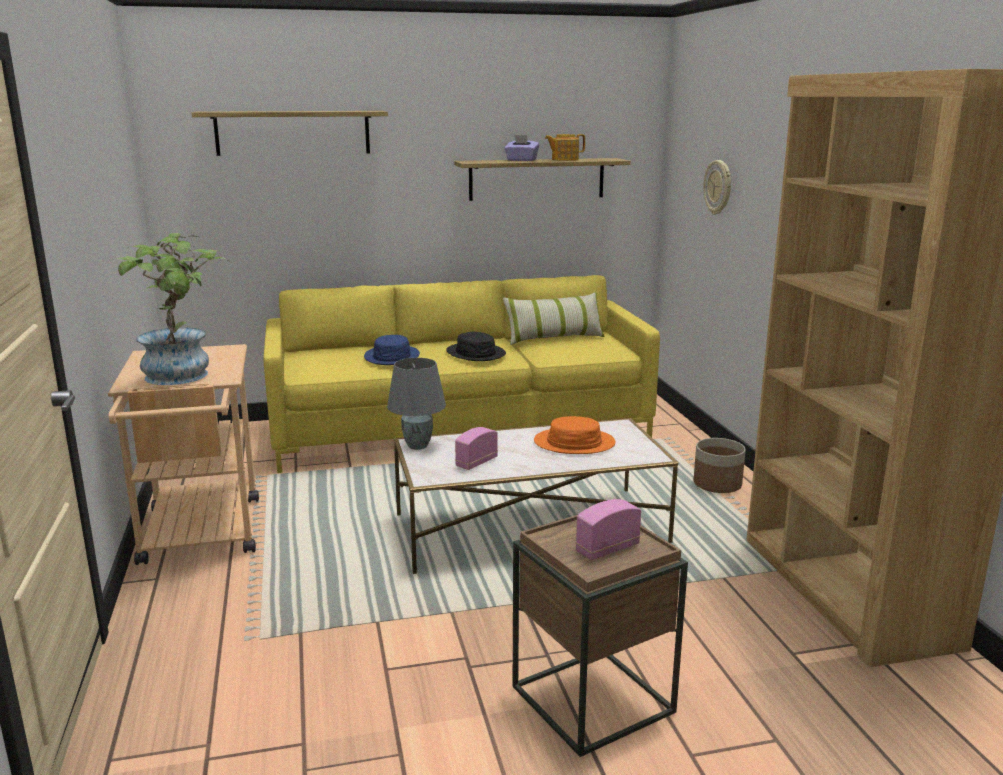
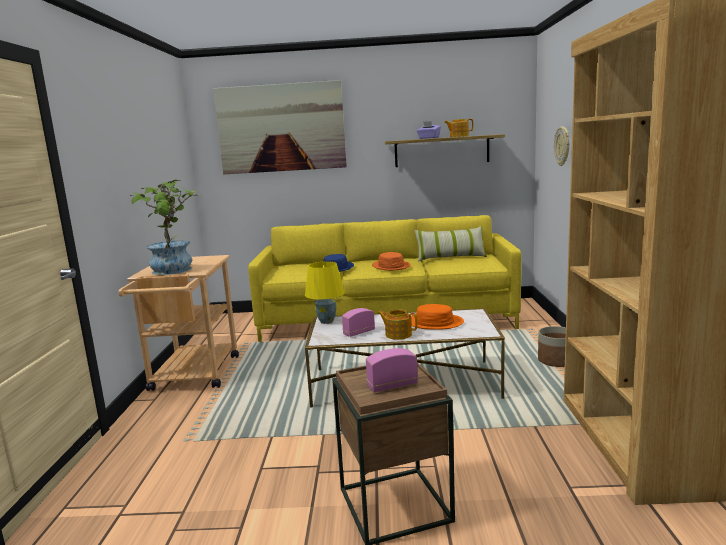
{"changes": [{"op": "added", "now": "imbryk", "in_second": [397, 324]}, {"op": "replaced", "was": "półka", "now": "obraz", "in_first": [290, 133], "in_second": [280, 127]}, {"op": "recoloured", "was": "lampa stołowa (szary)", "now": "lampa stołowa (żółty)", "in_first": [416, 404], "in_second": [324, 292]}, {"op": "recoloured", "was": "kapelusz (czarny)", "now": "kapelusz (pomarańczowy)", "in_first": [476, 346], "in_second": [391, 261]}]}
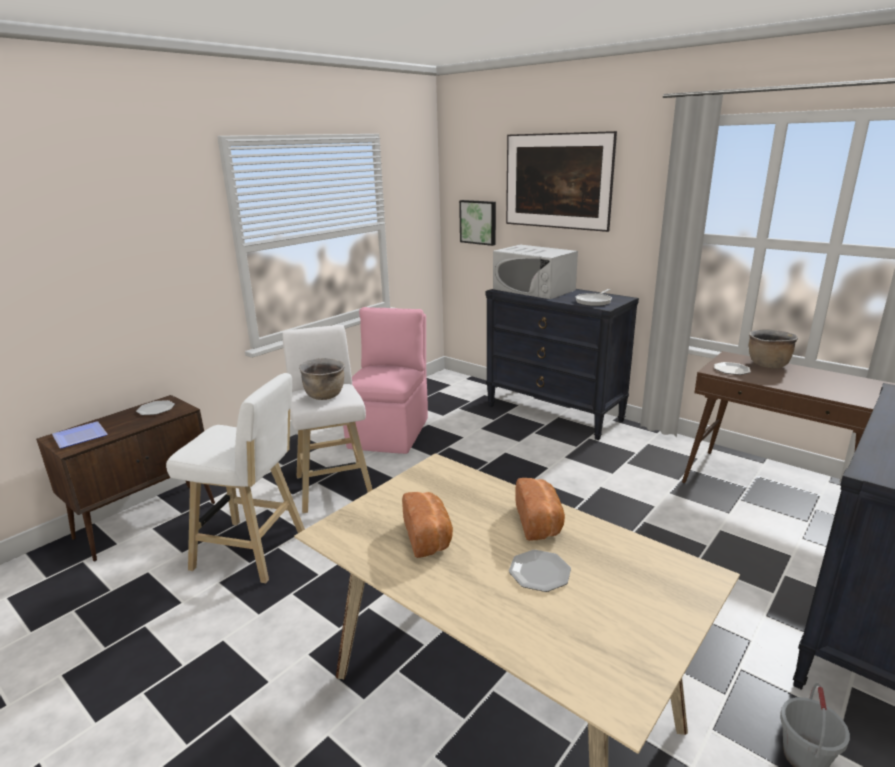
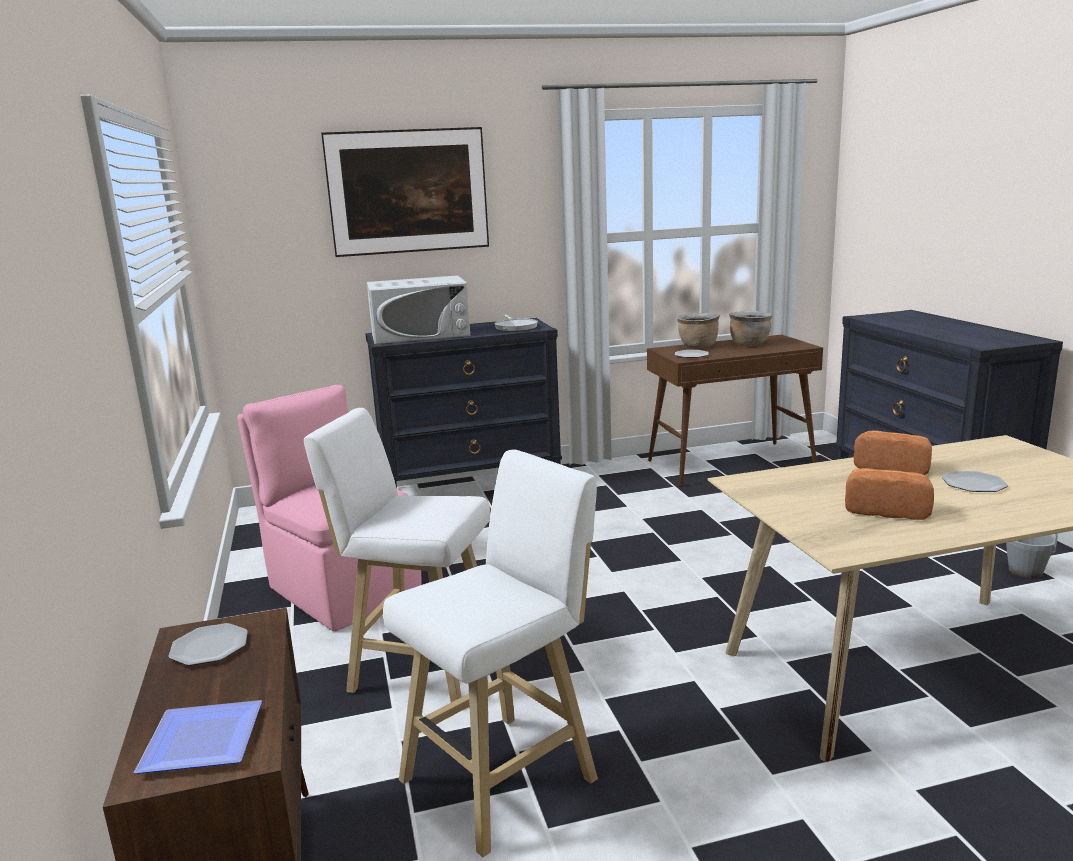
{"changes": [{"op": "removed", "was": "obraz", "in_first": [477, 223]}, {"op": "moved", "was": "garnek (brązowy)", "in_first": [322, 379], "in_second": [750, 328]}]}
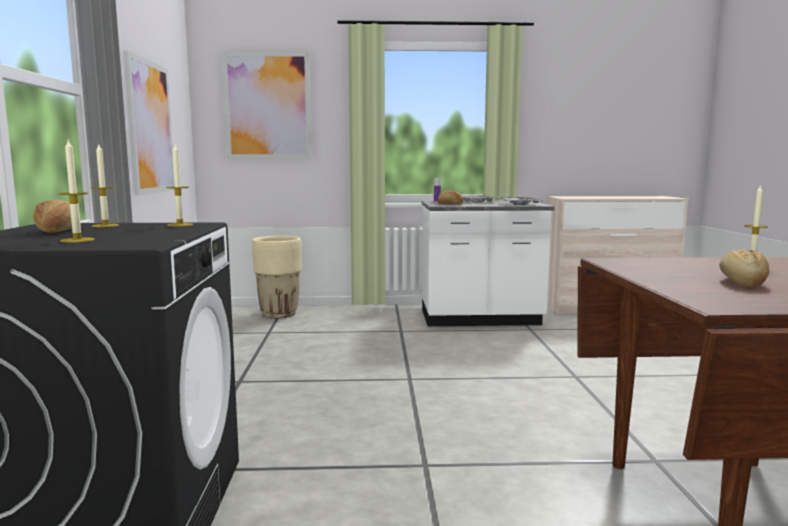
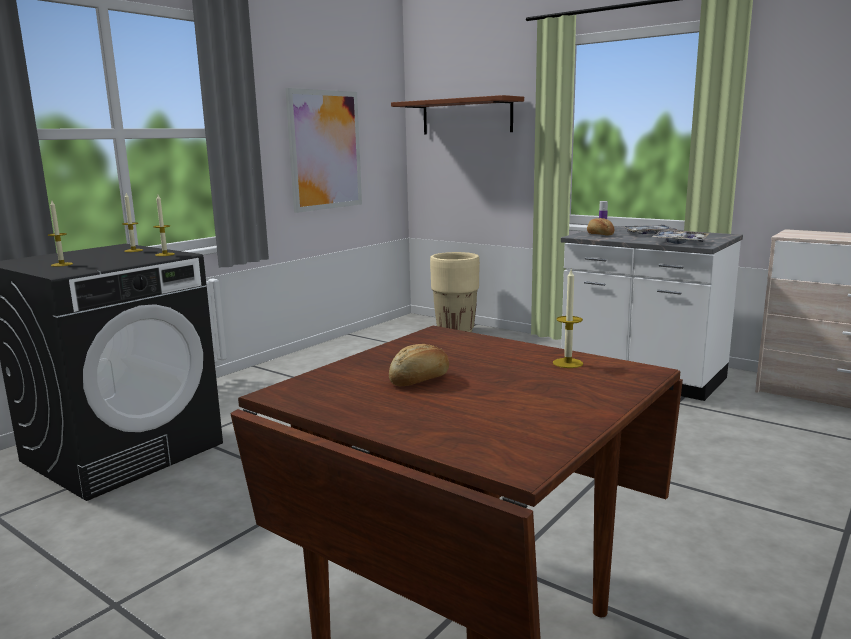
{"changes": [{"op": "removed", "was": "chleb", "in_first": [52, 216]}, {"op": "replaced", "was": "obraz", "now": "półka (brązowy)", "in_first": [267, 105], "in_second": [457, 115]}]}
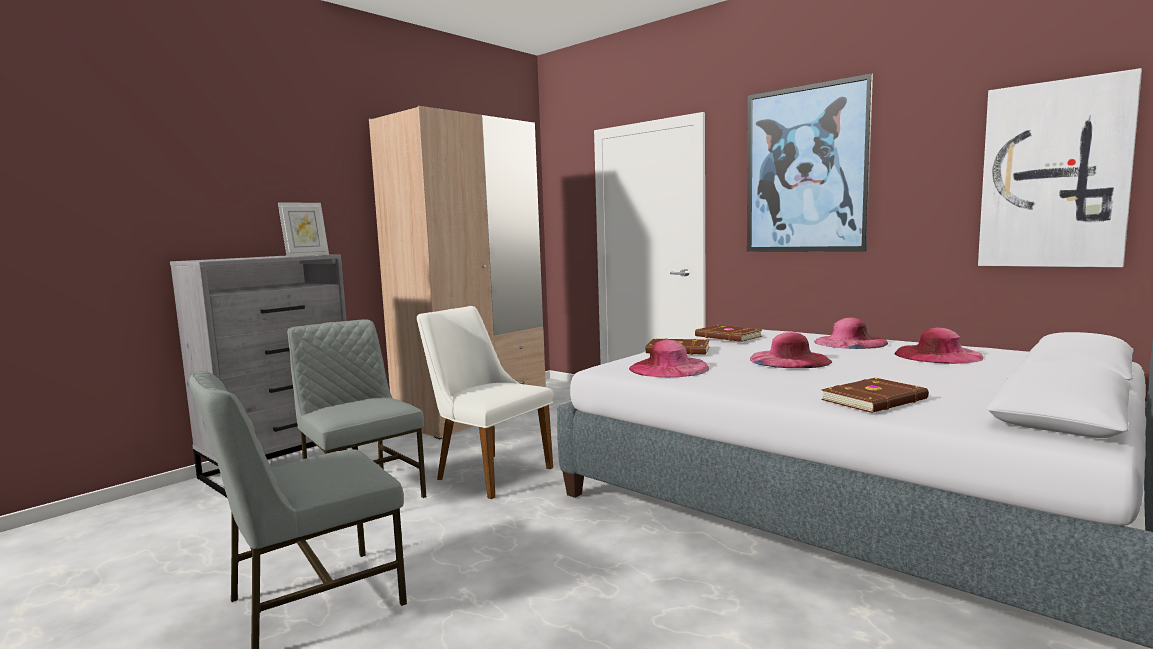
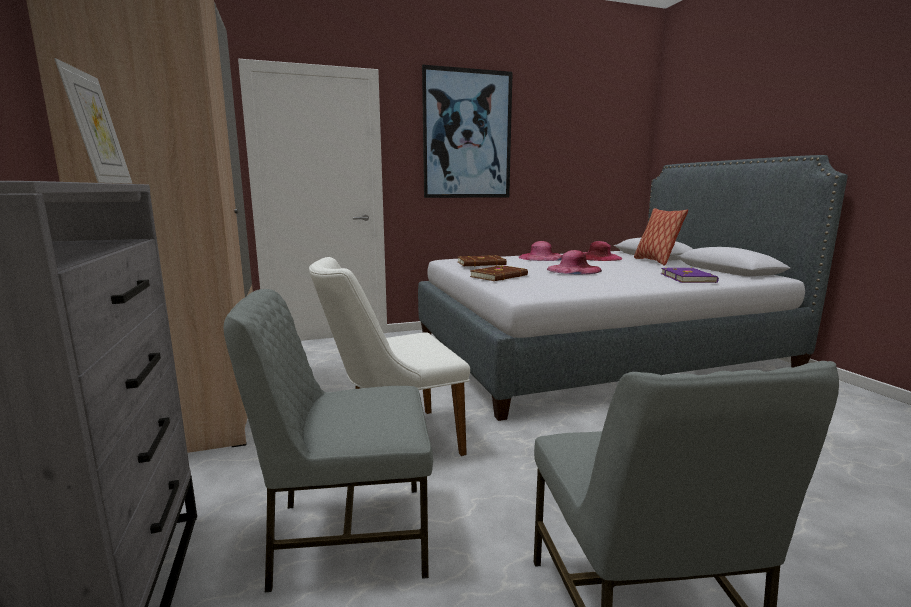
{"changes": [{"op": "removed", "was": "kapelusz (różowy)", "in_first": [669, 359]}, {"op": "removed", "was": "obraz", "in_first": [1060, 167]}, {"op": "added", "now": "poduszka", "in_second": [661, 237]}, {"op": "recoloured", "was": "książka (brązowy)", "now": "książka (fioletowy)", "in_first": [875, 395], "in_second": [690, 275]}]}
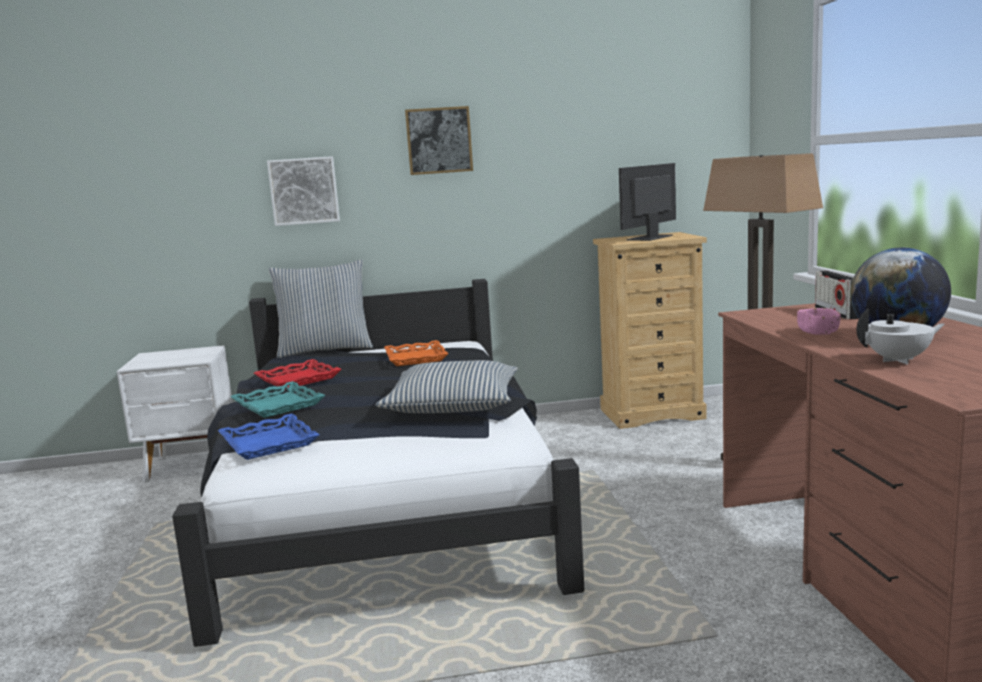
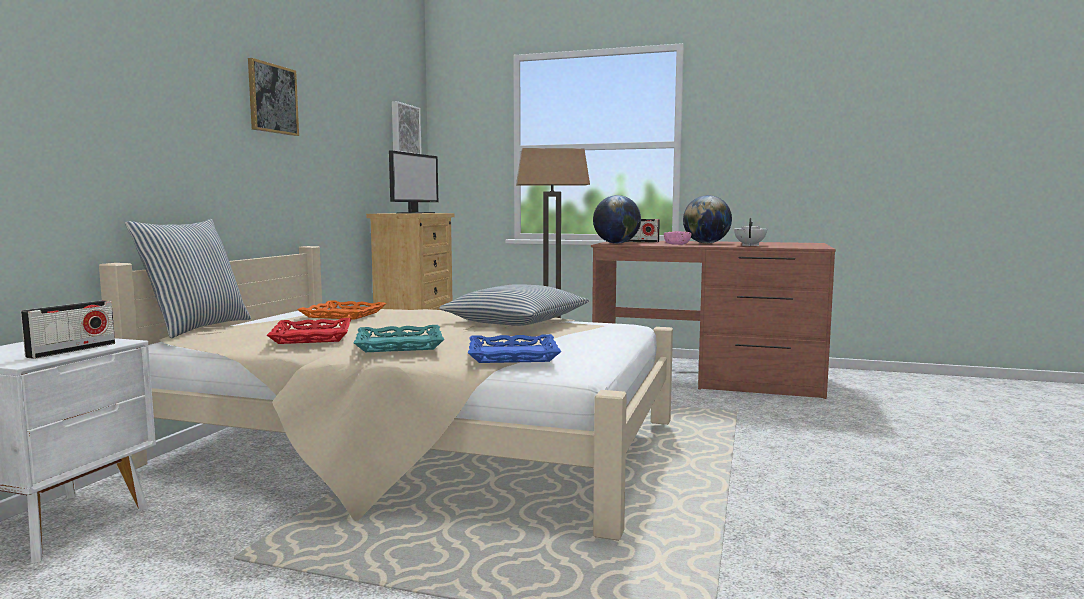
{"changes": [{"op": "added", "now": "radio", "in_second": [68, 329]}, {"op": "added", "now": "globus", "in_second": [617, 219]}, {"op": "moved", "was": "obraz", "in_first": [303, 191], "in_second": [406, 127]}, {"op": "recoloured", "was": "łóżko (czarny)", "now": "łóżko (beżowy)", "in_first": [378, 463], "in_second": [386, 393]}, {"op": "turned", "was": "monitor", "in_first": [647, 202], "in_second": [413, 181], "clockwise": -135}]}
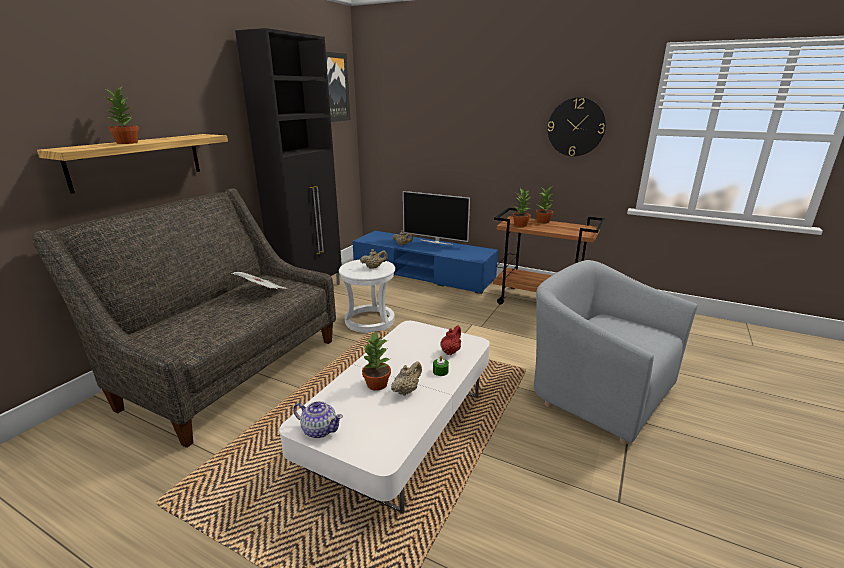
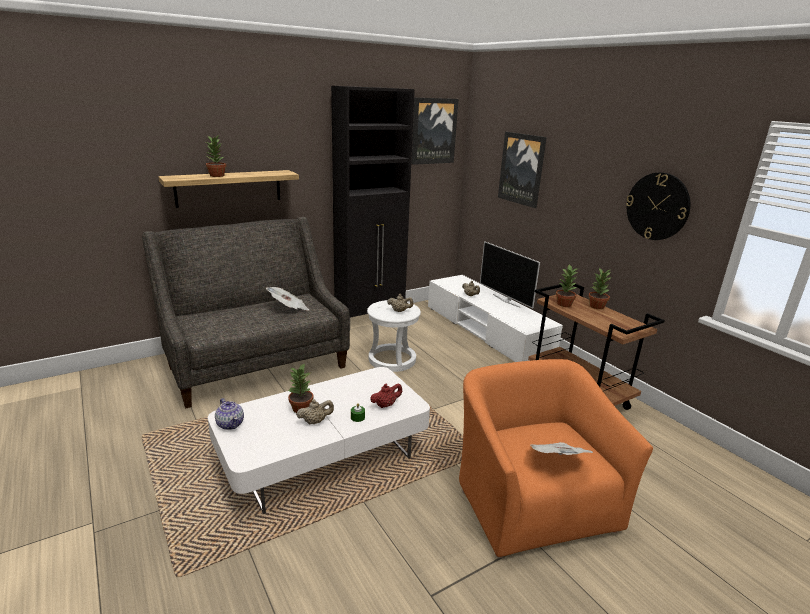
{"changes": [{"op": "added", "now": "obraz", "in_second": [522, 170]}, {"op": "added", "now": "gazeta", "in_second": [561, 448]}, {"op": "recoloured", "was": "szafka pod telewizor (niebieski)", "now": "szafka pod telewizor (biały)", "in_first": [425, 262], "in_second": [495, 318]}, {"op": "recoloured", "was": "fotel (szary)", "now": "fotel (pomarańczowy)", "in_first": [616, 352], "in_second": [556, 458]}]}
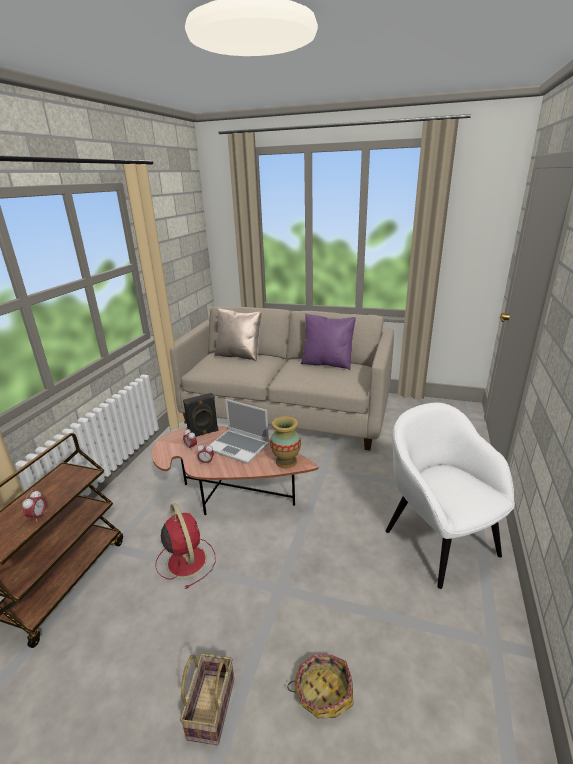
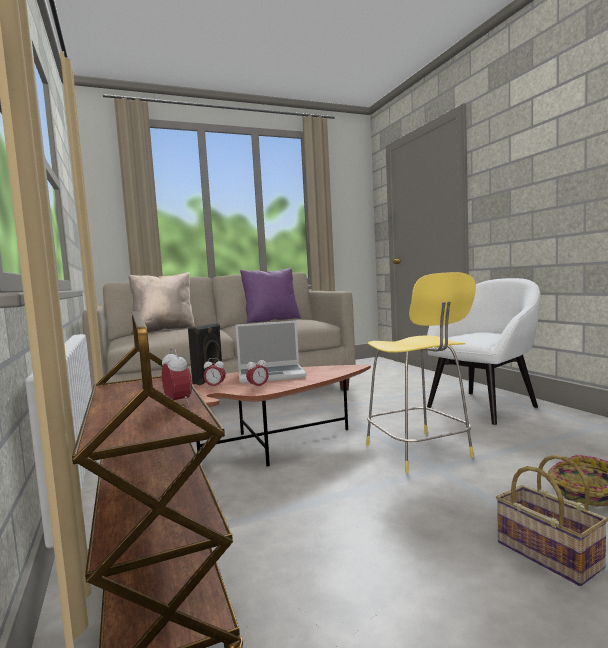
{"changes": [{"op": "removed", "was": "wentylator (czerwony)", "in_first": [185, 546]}, {"op": "removed", "was": "wazon", "in_first": [285, 442]}, {"op": "added", "now": "stołek (żółty)", "in_second": [421, 372]}, {"op": "turned", "was": "fotel (biały)", "in_first": [450, 496], "in_second": [484, 351], "clockwise": 120}]}
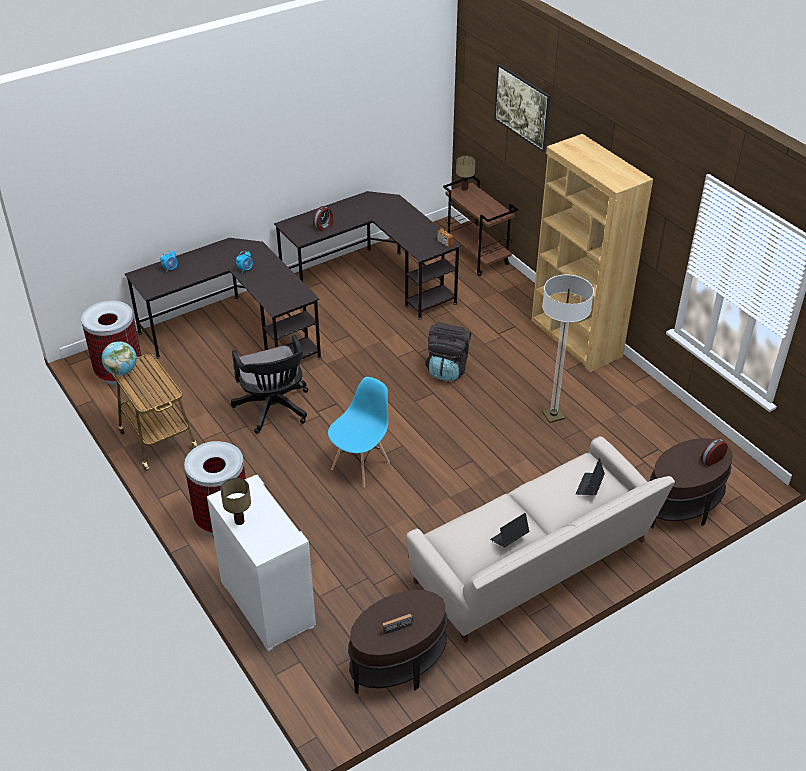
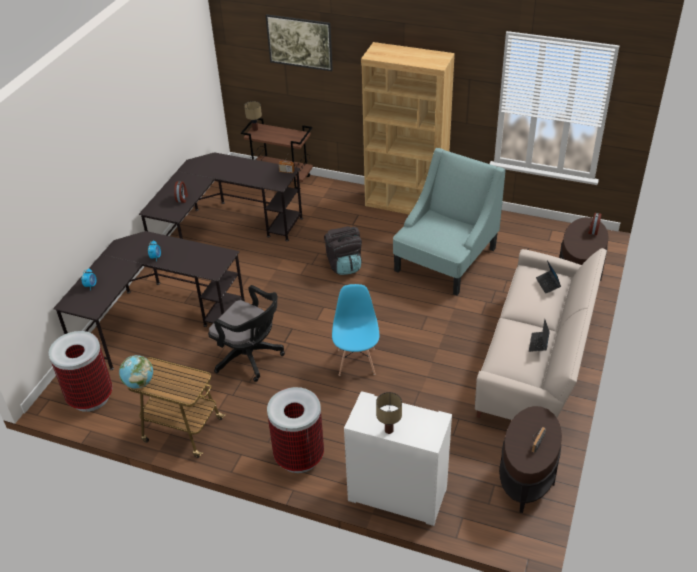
{"changes": [{"op": "replaced", "was": "lampa stojąca", "now": "fotel (turkusowy)", "in_first": [568, 349], "in_second": [449, 222]}]}
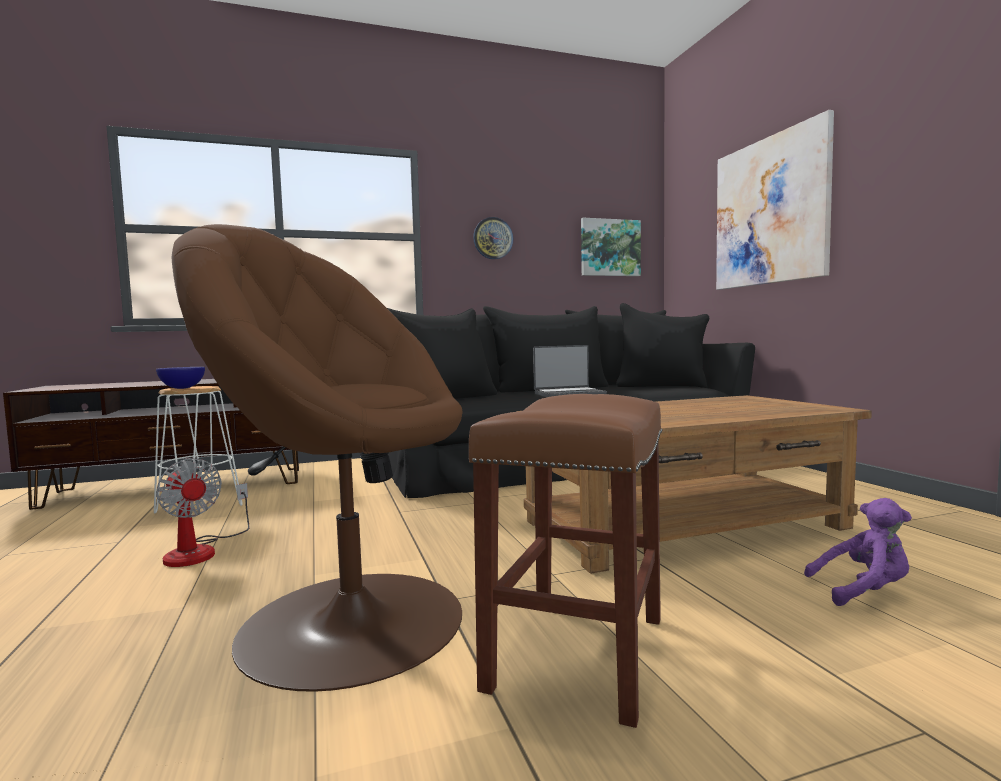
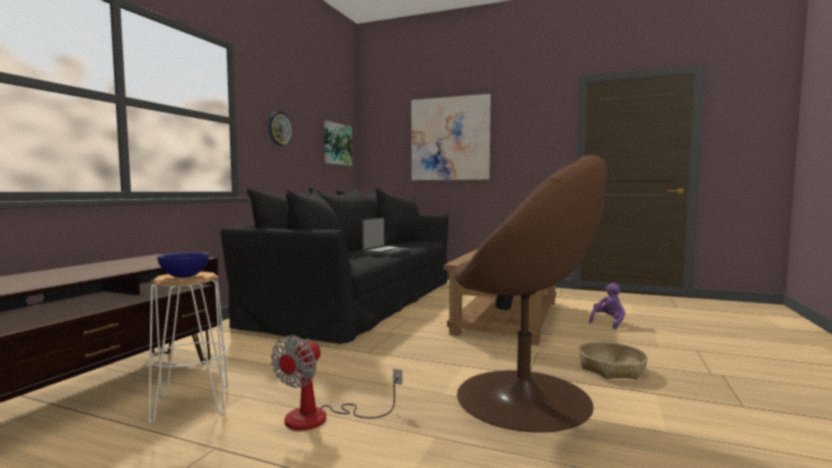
{"changes": [{"op": "replaced", "was": "stołek (brązowy)", "now": "koszyk", "in_first": [566, 561], "in_second": [613, 361]}, {"op": "turned", "was": "wentylator", "in_first": [203, 512], "in_second": [336, 383], "clockwise": 120}, {"op": "turned", "was": "fotel (brązowy)", "in_first": [317, 458], "in_second": [530, 294], "clockwise": -120}]}
